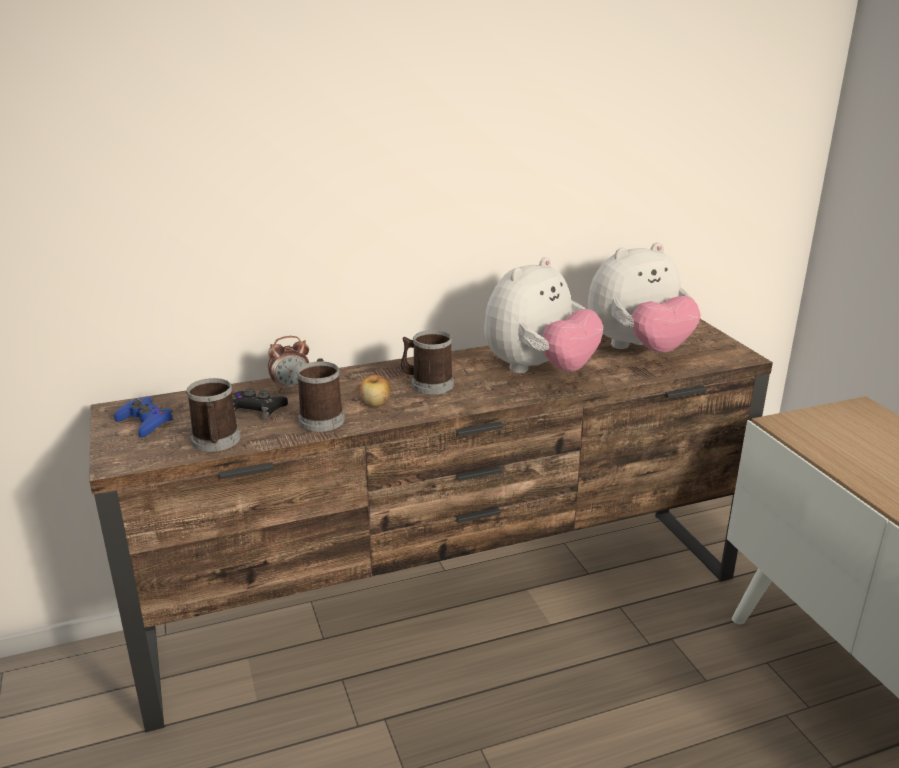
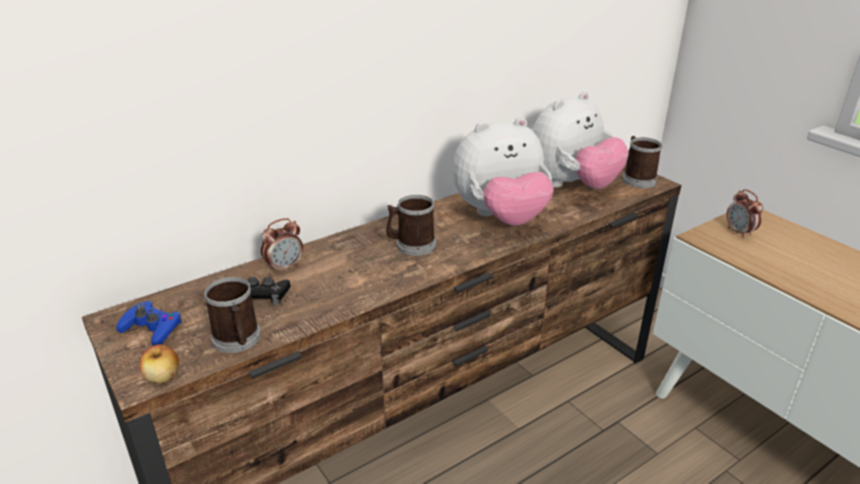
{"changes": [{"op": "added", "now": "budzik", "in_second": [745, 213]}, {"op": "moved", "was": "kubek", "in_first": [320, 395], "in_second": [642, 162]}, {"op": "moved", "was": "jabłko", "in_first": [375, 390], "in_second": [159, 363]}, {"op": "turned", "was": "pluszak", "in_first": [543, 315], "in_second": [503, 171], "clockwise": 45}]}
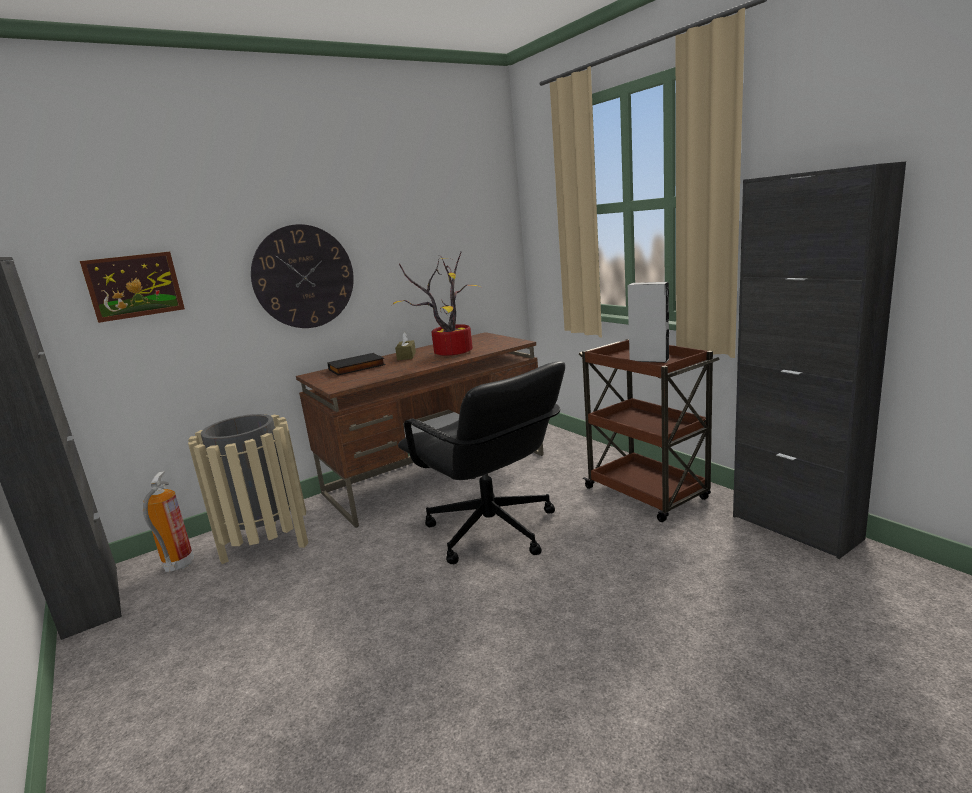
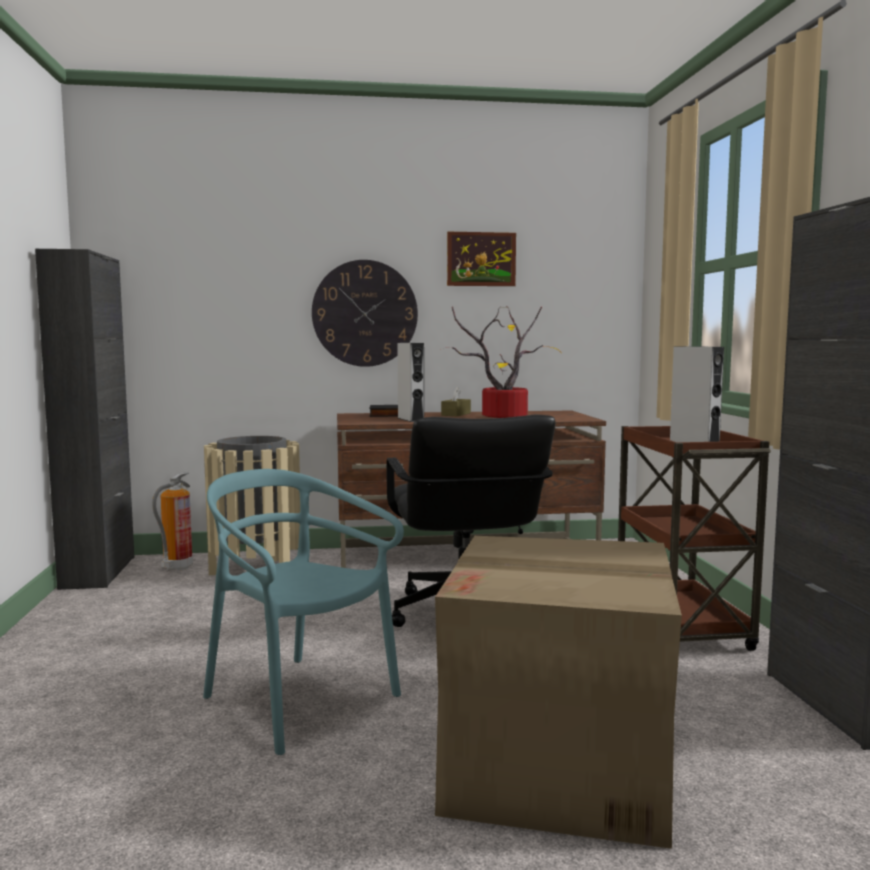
{"changes": [{"op": "added", "now": "krzesło (turkusowy)", "in_second": [303, 612]}, {"op": "added", "now": "głośnik (szary)", "in_second": [411, 382]}, {"op": "added", "now": "karton", "in_second": [558, 692]}, {"op": "moved", "was": "obraz", "in_first": [132, 287], "in_second": [481, 259]}]}
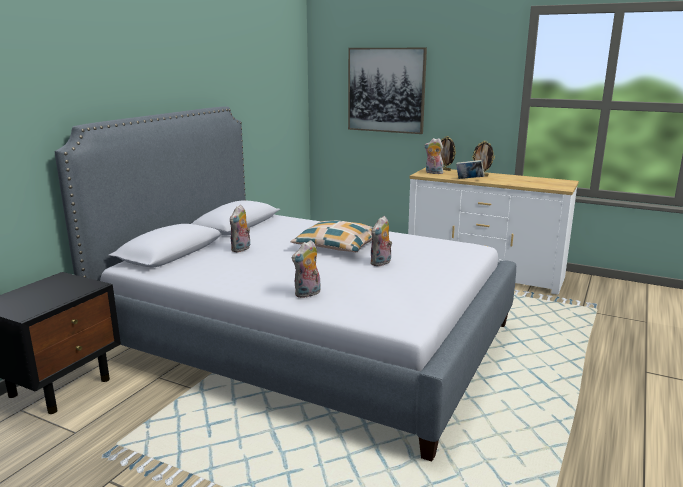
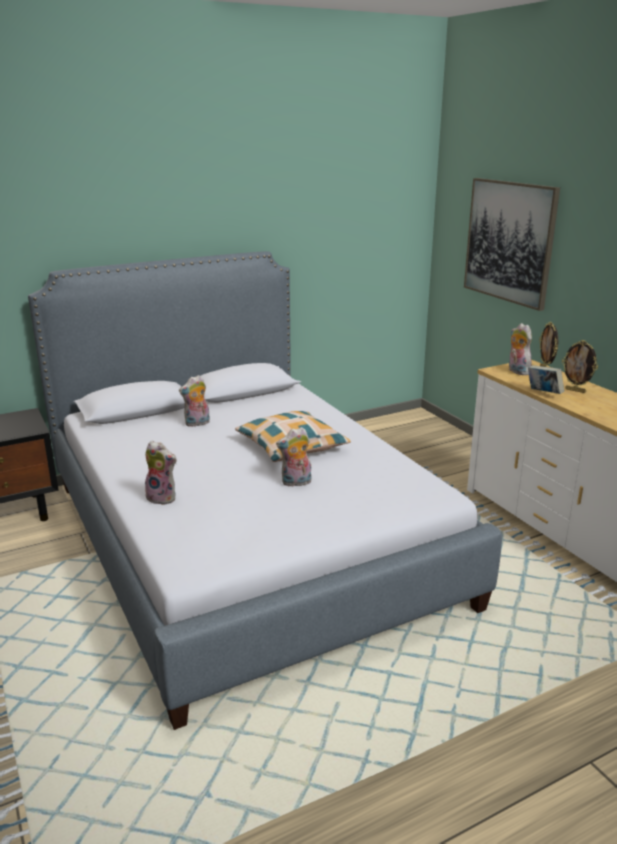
{"changes": [{"op": "turned", "was": "pluszak", "in_first": [306, 269], "in_second": [160, 473], "clockwise": -150}]}
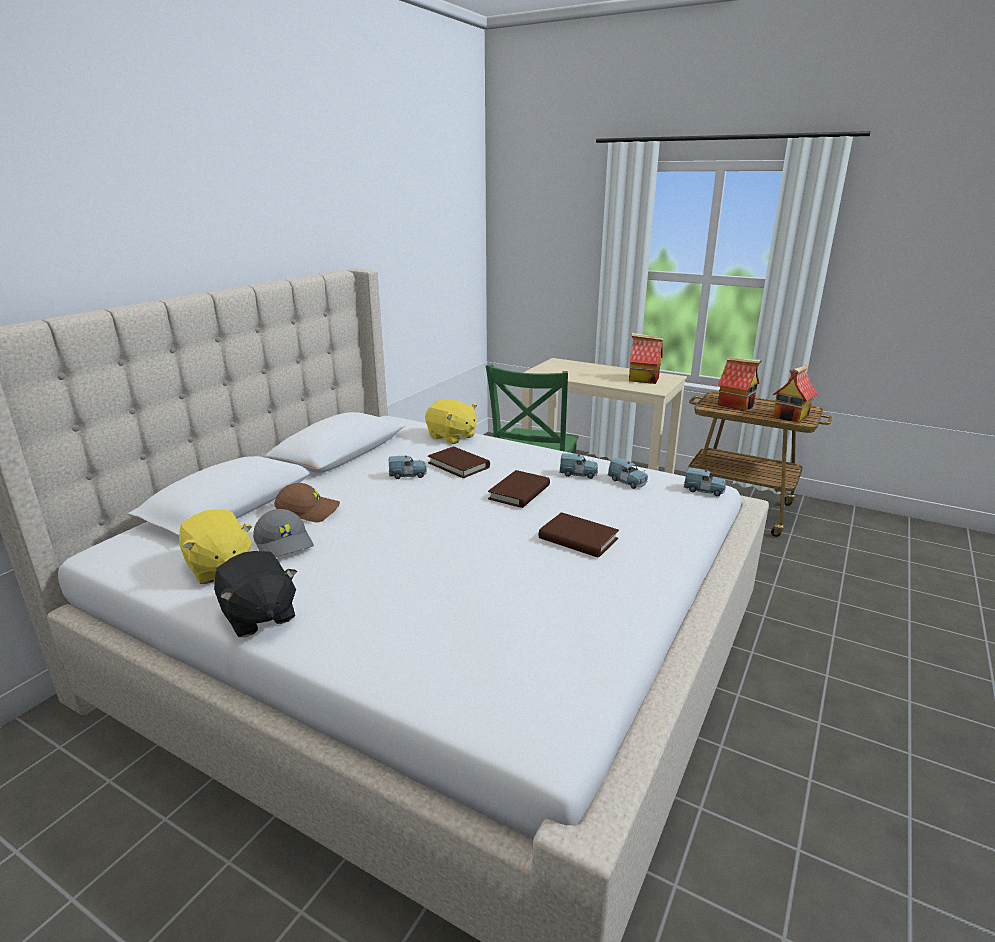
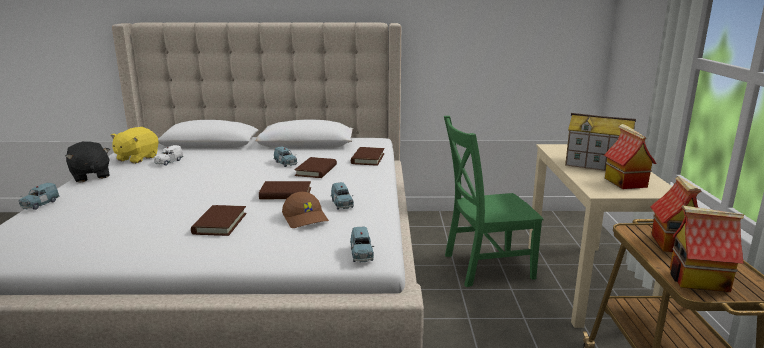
{"changes": [{"op": "added", "now": "domek", "in_second": [600, 142]}, {"op": "moved", "was": "czapka z daszkiem (brązowy)", "in_first": [307, 502], "in_second": [305, 210]}, {"op": "moved", "was": "samochodzik (niebieski)", "in_first": [628, 473], "in_second": [39, 196]}, {"op": "replaced", "was": "czapka z daszkiem (szary)", "now": "samochodzik (biały)", "in_first": [283, 533], "in_second": [169, 155]}, {"op": "replaced", "was": "pluszak (żółty)", "now": "książka (brązowy)", "in_first": [451, 421], "in_second": [368, 156]}, {"op": "turned", "was": "pluszak (czarny)", "in_first": [255, 594], "in_second": [87, 161], "clockwise": -60}]}
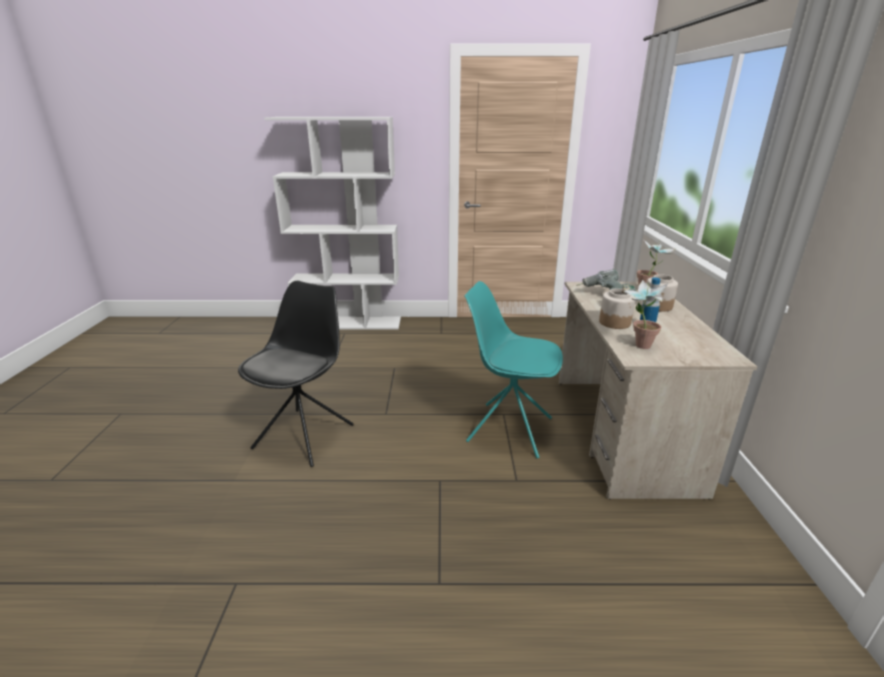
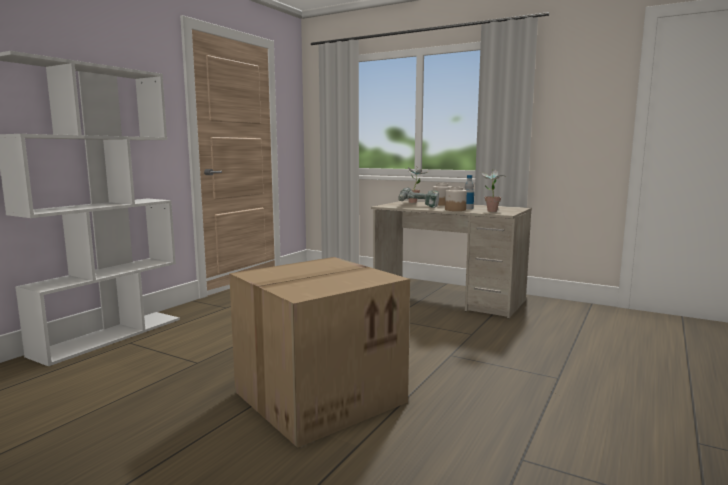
{"changes": [{"op": "removed", "was": "krzesło (turkusowy)", "in_first": [513, 369]}, {"op": "replaced", "was": "krzesło (czarny)", "now": "karton", "in_first": [296, 373], "in_second": [319, 352]}]}
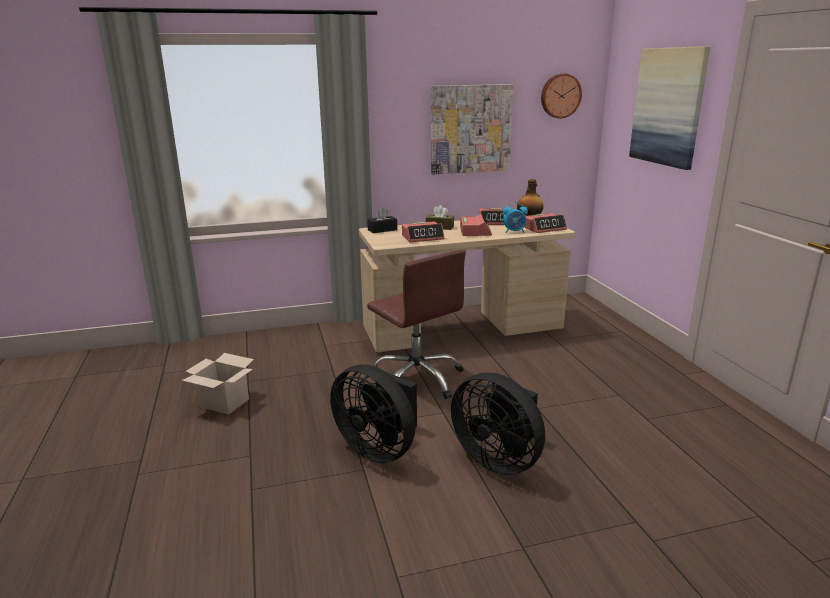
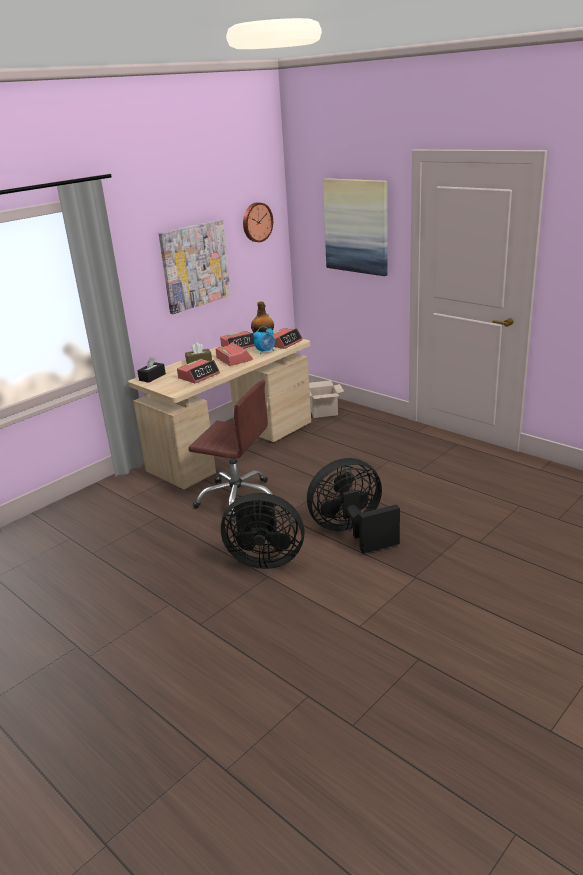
{"changes": [{"op": "moved", "was": "karton", "in_first": [218, 384], "in_second": [326, 399]}, {"op": "turned", "was": "wentylator (czarny)", "in_first": [498, 423], "in_second": [353, 506], "clockwise": 150}]}
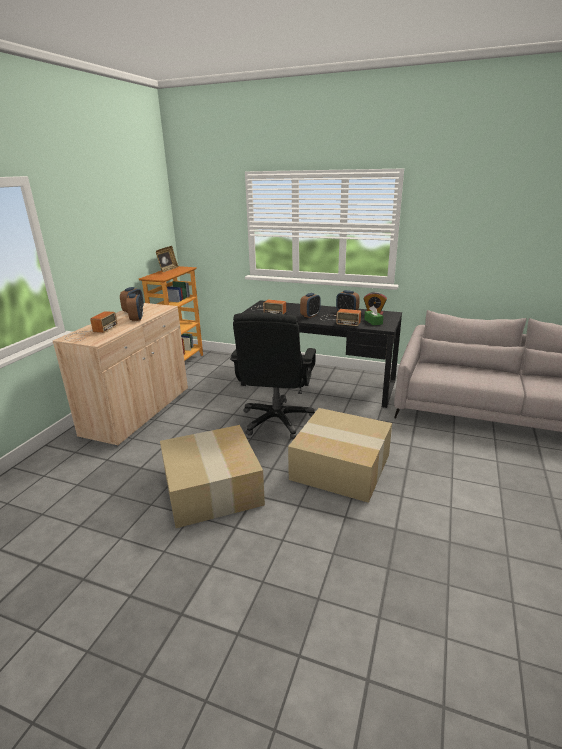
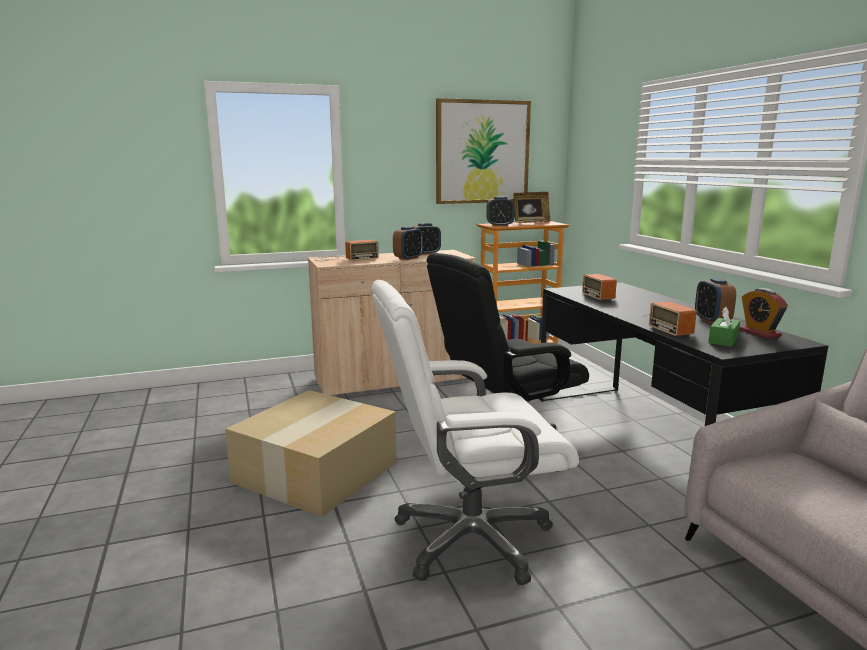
{"changes": [{"op": "added", "now": "obraz", "in_second": [483, 151]}, {"op": "moved", "was": "budzik", "in_first": [310, 305], "in_second": [500, 211]}, {"op": "replaced", "was": "karton", "now": "krzesło biurowe (biały)", "in_first": [340, 455], "in_second": [475, 432]}]}
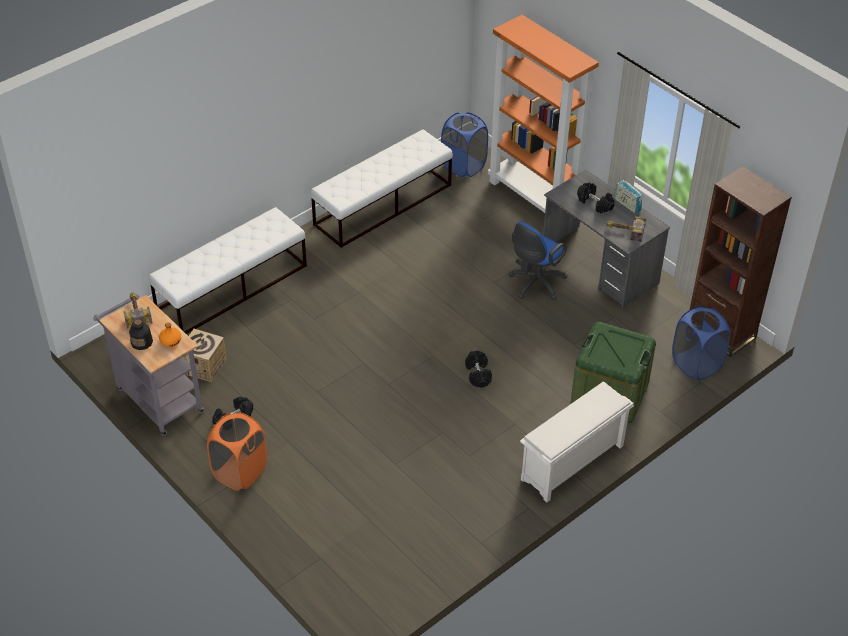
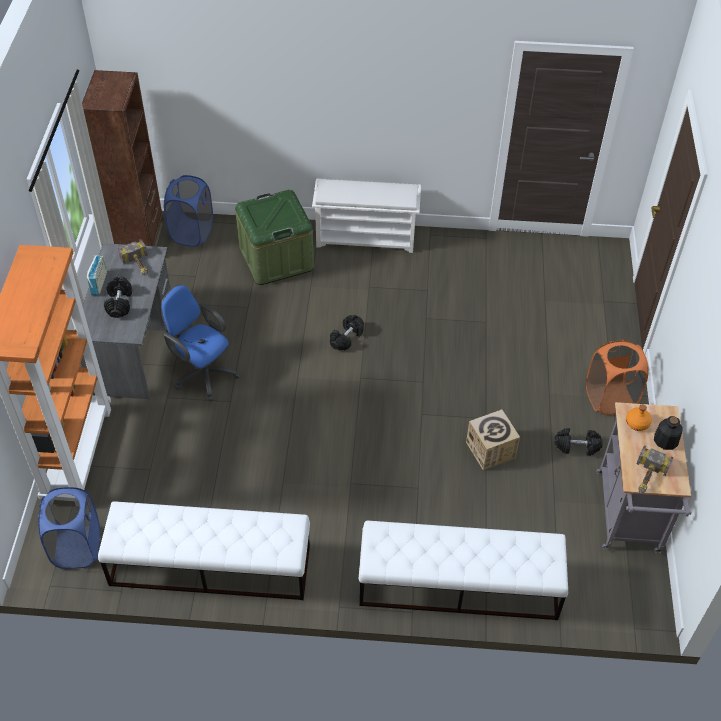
{"changes": [{"op": "moved", "was": "karton", "in_first": [205, 355], "in_second": [493, 439]}, {"op": "turned", "was": "krzesło biurowe (niebieski)", "in_first": [538, 261], "in_second": [200, 343], "clockwise": -135}]}
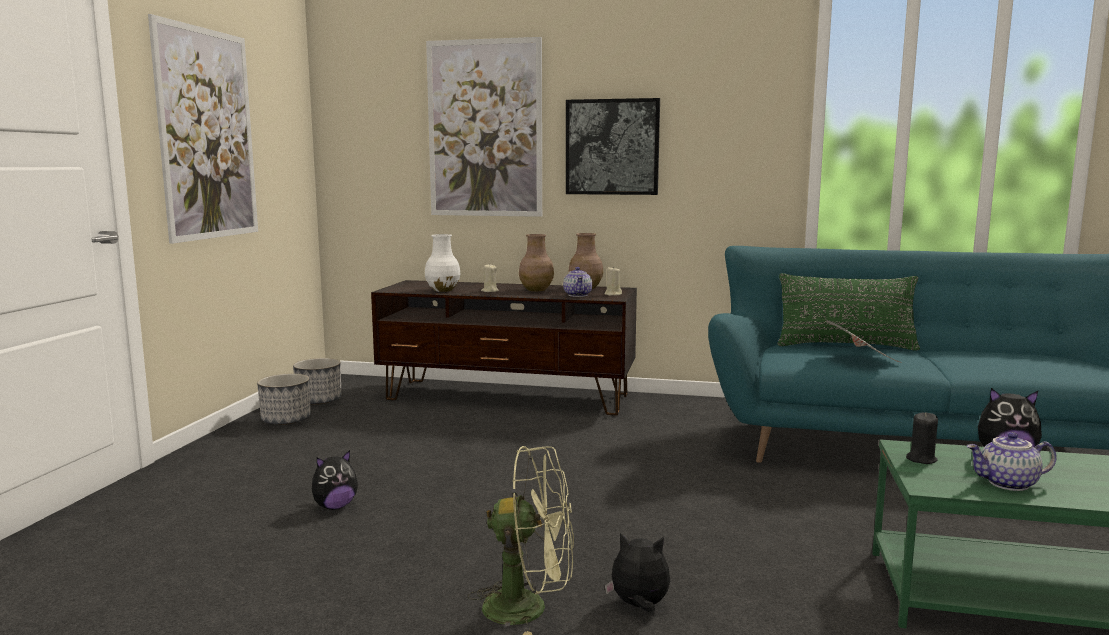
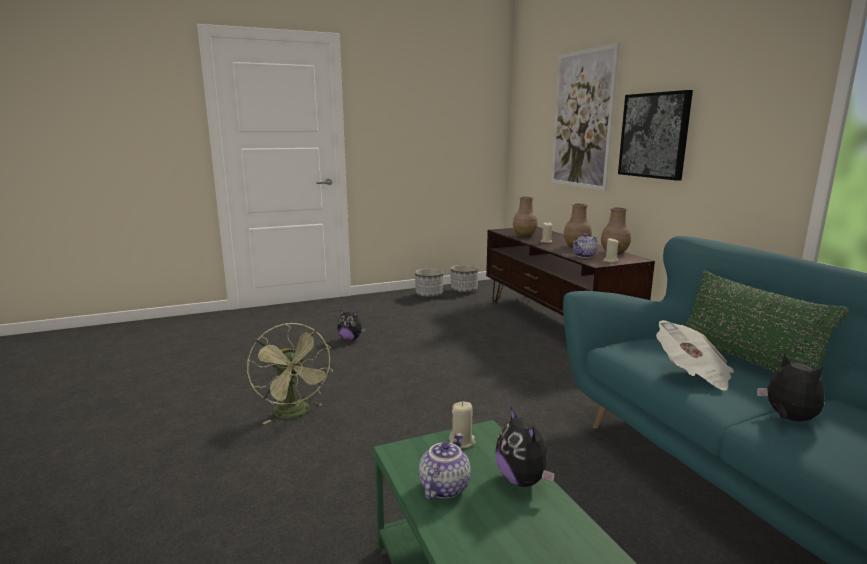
{"changes": [{"op": "removed", "was": "obraz", "in_first": [203, 129]}, {"op": "moved", "was": "pluszak", "in_first": [637, 572], "in_second": [791, 387]}, {"op": "recoloured", "was": "wazon (biały)", "now": "wazon (brązowy)", "in_first": [443, 263], "in_second": [525, 217]}, {"op": "recoloured", "was": "świeca (czarny)", "now": "świeca (beżowy)", "in_first": [922, 438], "in_second": [462, 424]}, {"op": "turned", "was": "imbryk", "in_first": [1011, 461], "in_second": [445, 466], "clockwise": 60}]}
